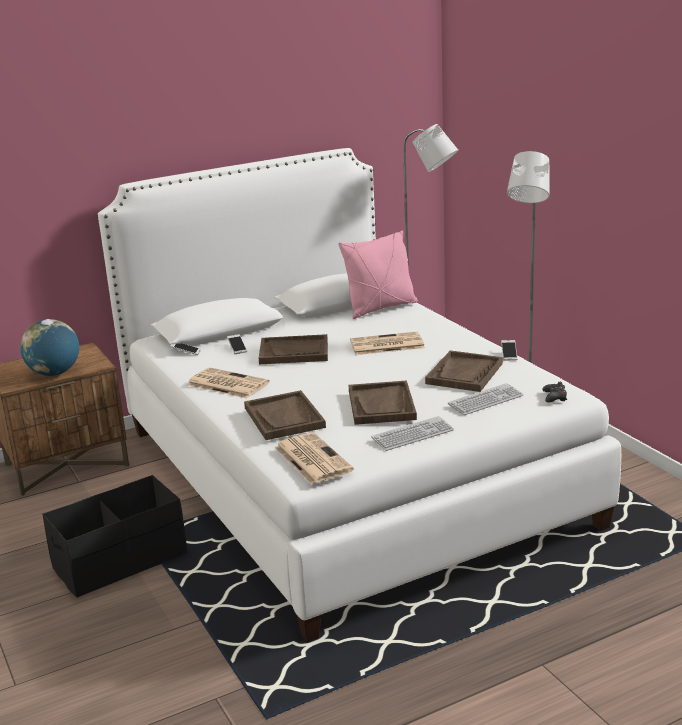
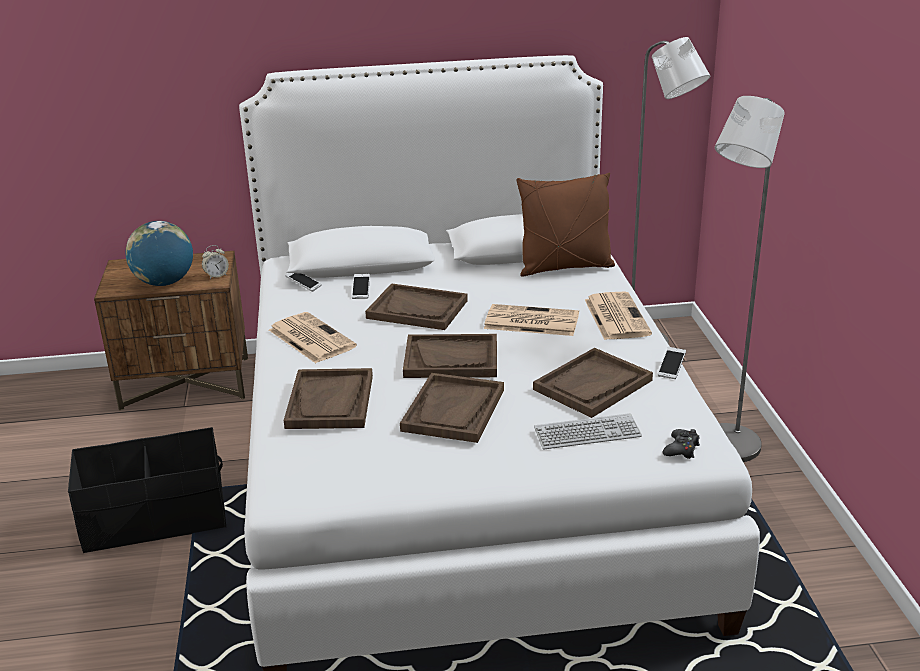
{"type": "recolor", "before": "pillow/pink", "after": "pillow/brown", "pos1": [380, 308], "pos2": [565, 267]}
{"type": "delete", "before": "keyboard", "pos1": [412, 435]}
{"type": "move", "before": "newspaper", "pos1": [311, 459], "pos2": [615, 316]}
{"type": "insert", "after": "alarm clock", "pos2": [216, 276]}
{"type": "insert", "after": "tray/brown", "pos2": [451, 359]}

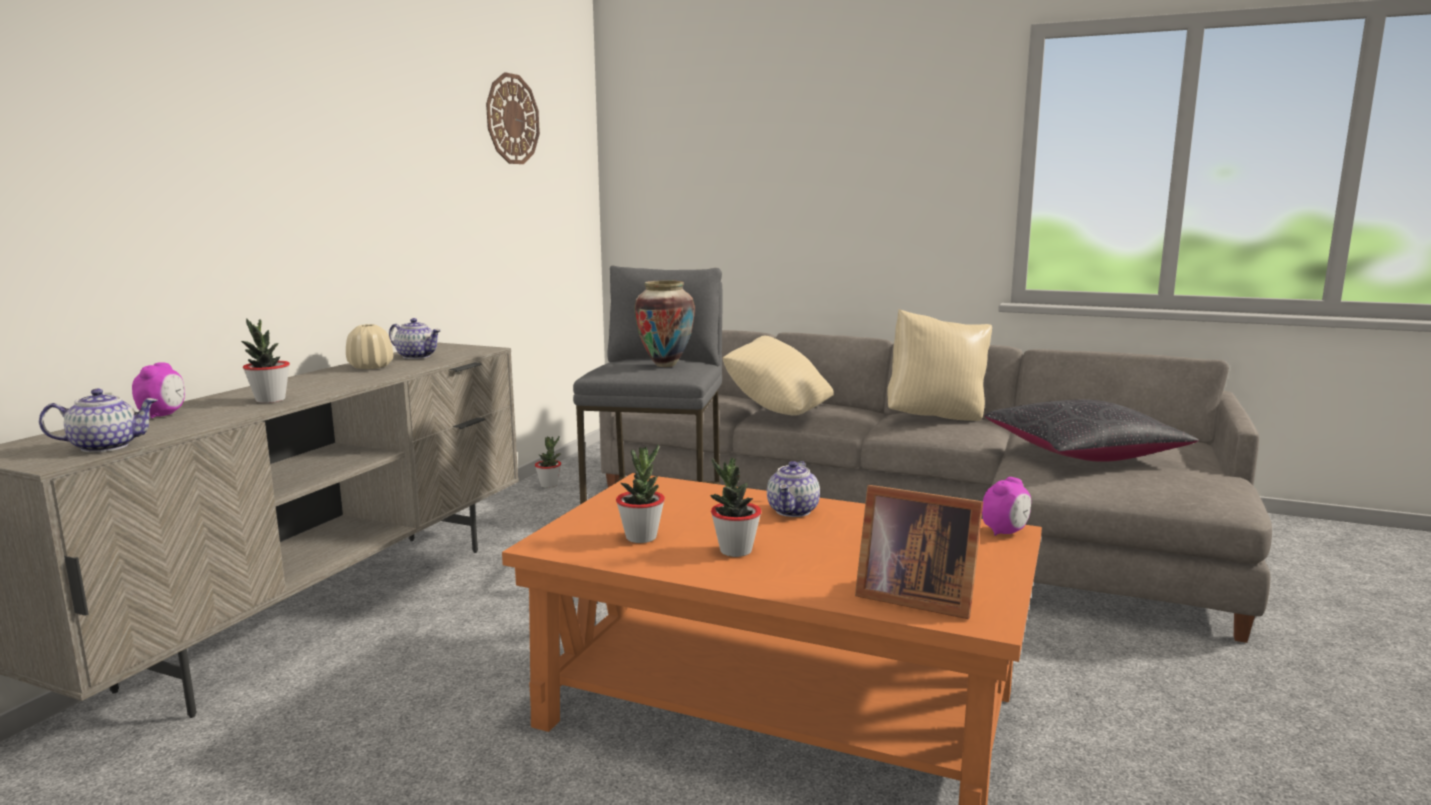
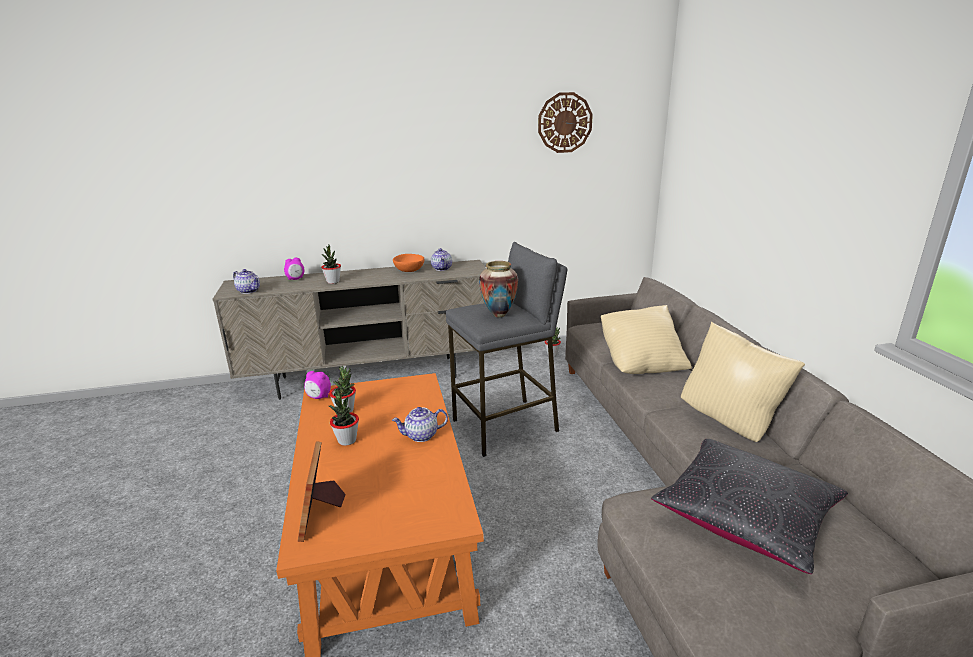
{"type": "replace", "before": "vase/beige", "after": "bowl/orange", "pos1": [371, 367], "pos2": [409, 271]}
{"type": "move", "before": "alarm clock", "pos1": [1005, 532], "pos2": [319, 397]}

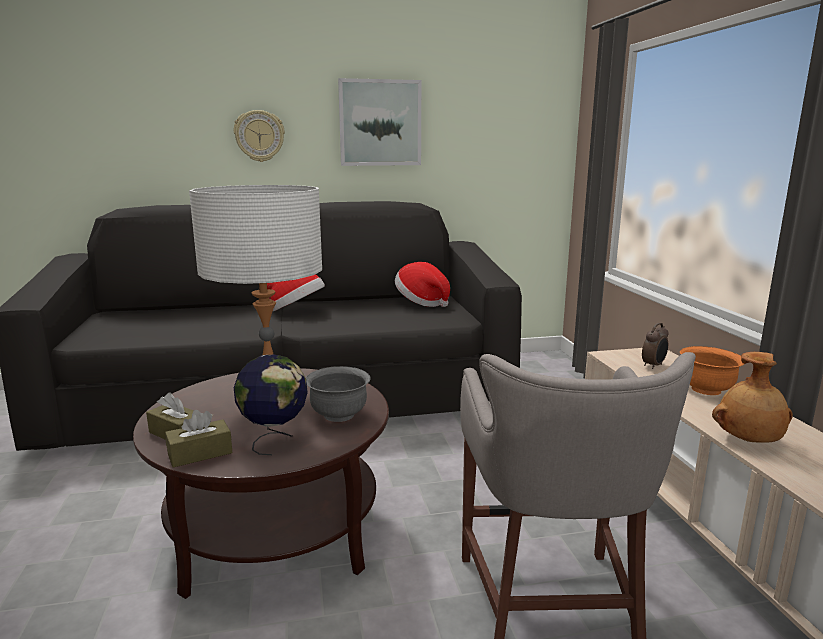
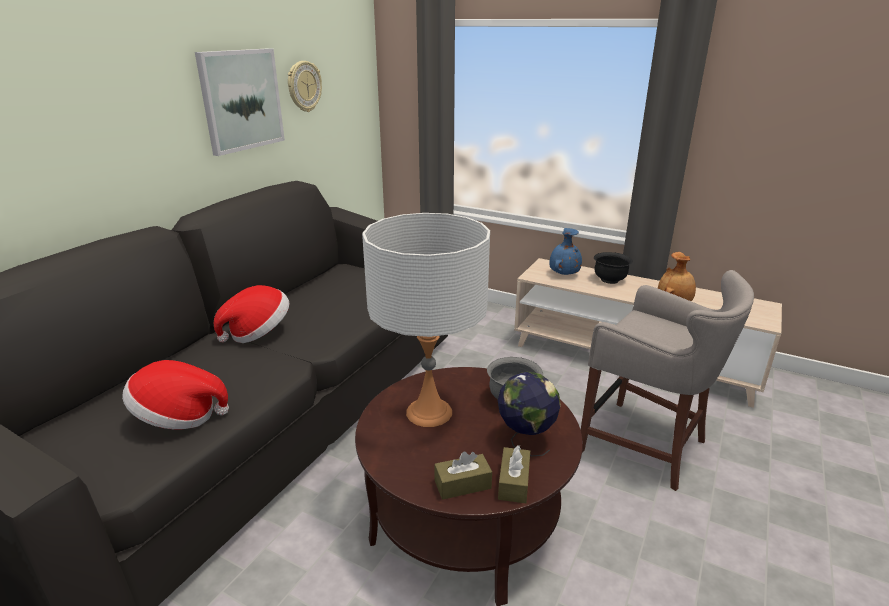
{"type": "move", "before": "wall clock", "pos1": [259, 136], "pos2": [304, 86]}
{"type": "move", "before": "hat", "pos1": [422, 302], "pos2": [178, 417]}
{"type": "replace", "before": "alarm clock", "after": "vase/blue", "pos1": [653, 366], "pos2": [563, 274]}
{"type": "recolor", "before": "bowl/orange", "after": "bowl/black", "pos1": [706, 390], "pos2": [610, 280]}

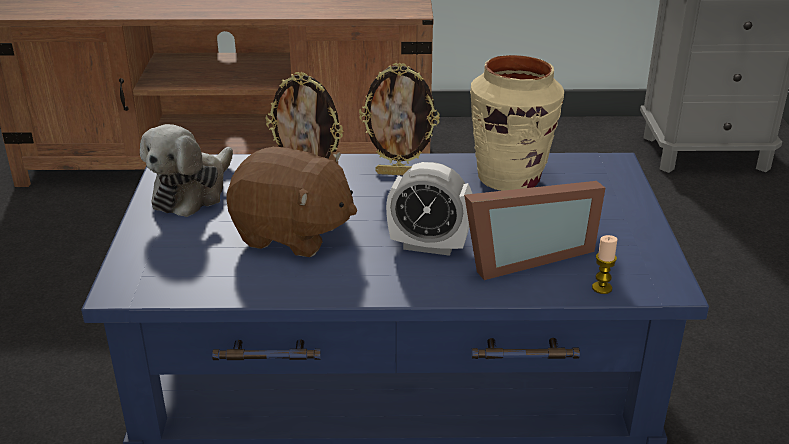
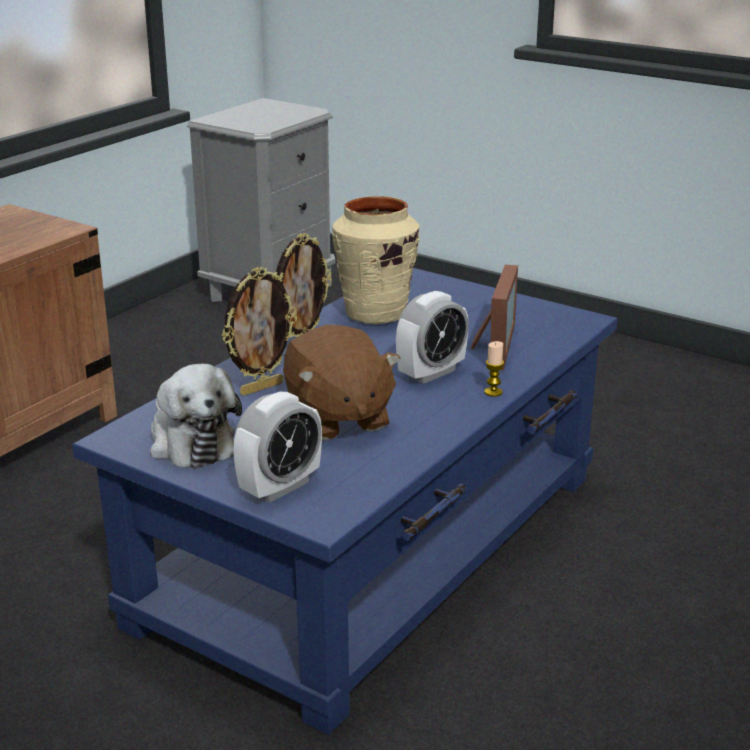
{"type": "rotate", "before": "plush toy/brown", "pos1": [292, 234], "pos2": [337, 418], "turn": 105}
{"type": "move", "before": "candle", "pos1": [602, 288], "pos2": [493, 392]}
{"type": "insert", "after": "alarm clock", "pos2": [280, 487]}

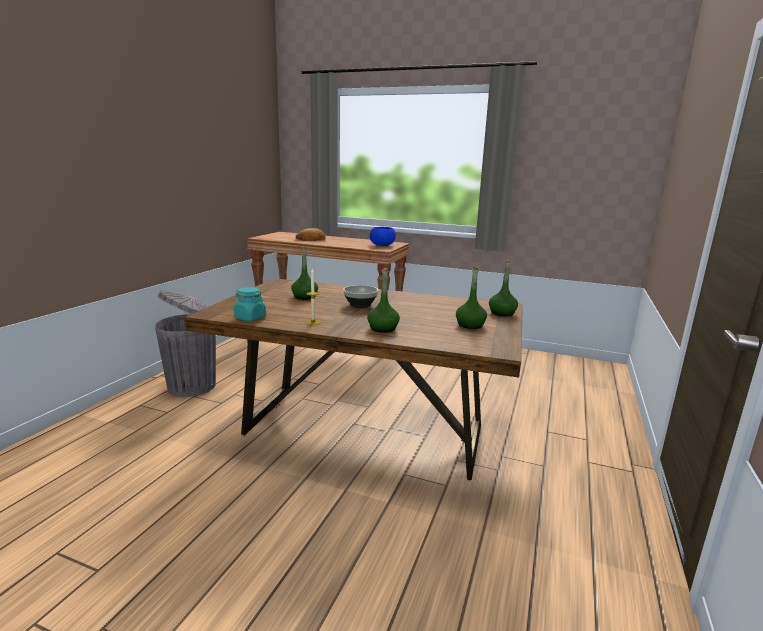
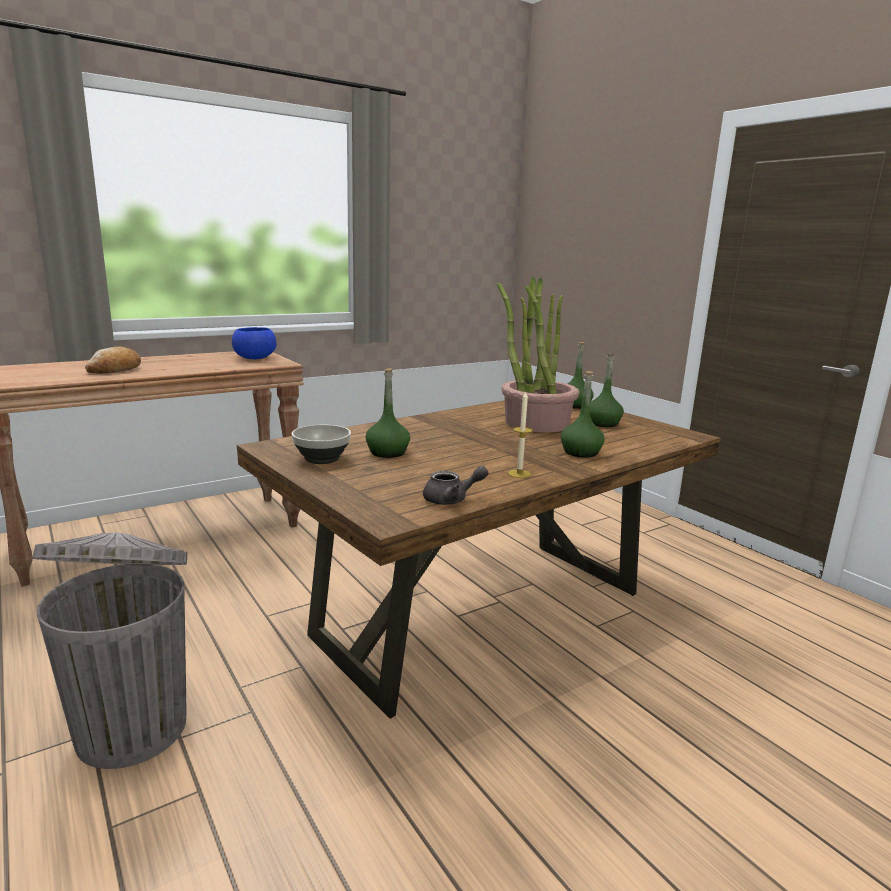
{"type": "move", "before": "bowl", "pos1": [360, 305], "pos2": [322, 459]}
{"type": "replace", "before": "jar/turquoise", "after": "teapot/grey", "pos1": [250, 318], "pos2": [451, 500]}
{"type": "insert", "after": "potted plant", "pos2": [536, 423]}

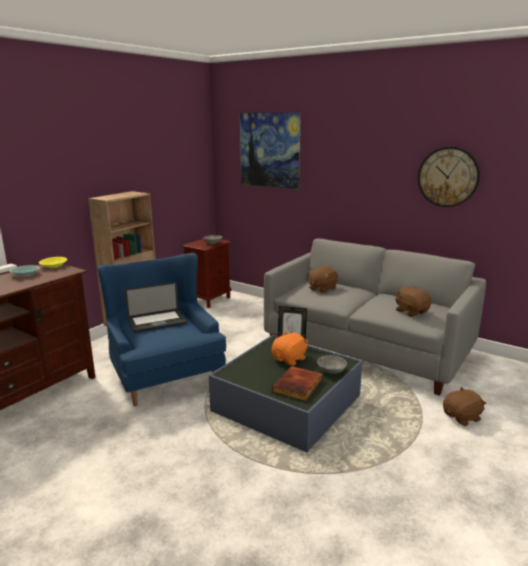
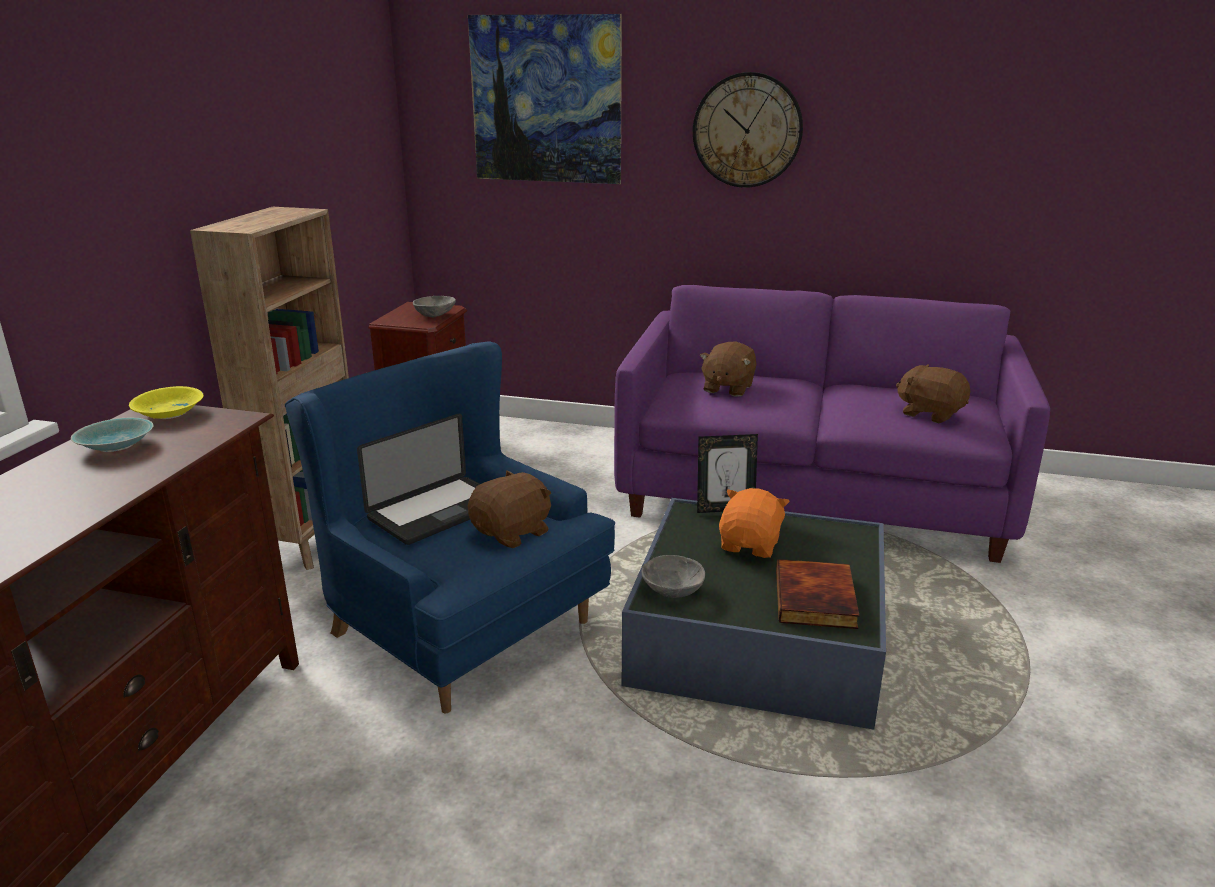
{"type": "move", "before": "wall clock", "pos1": [448, 177], "pos2": [747, 130]}
{"type": "recolor", "before": "sofa/grey", "after": "sofa/purple", "pos1": [367, 348], "pos2": [813, 493]}
{"type": "move", "before": "bowl/grey", "pos1": [331, 371], "pos2": [671, 591]}
{"type": "move", "before": "plush toy/brown", "pos1": [462, 417], "pos2": [513, 533]}

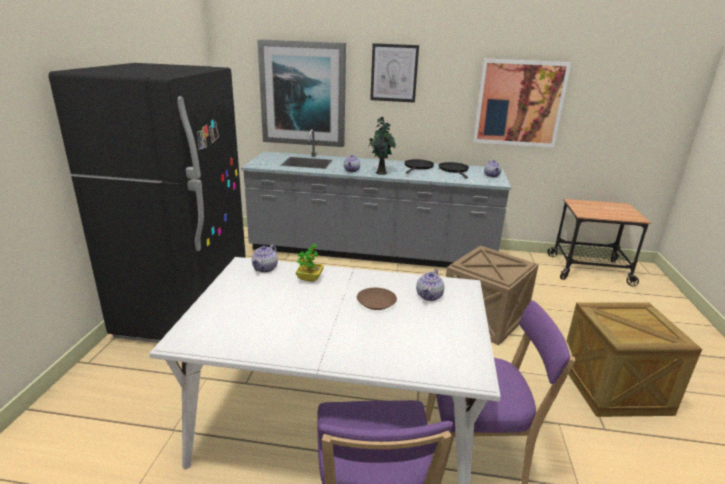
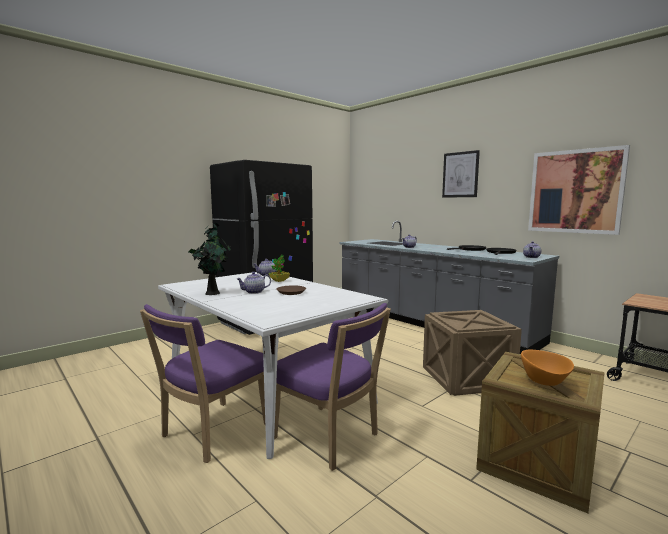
{"type": "delete", "before": "picture", "pos1": [303, 94]}
{"type": "move", "before": "potted plant", "pos1": [380, 172], "pos2": [213, 293]}
{"type": "move", "before": "teapot", "pos1": [429, 296], "pos2": [254, 292]}
{"type": "insert", "after": "bowl/orange", "pos2": [545, 383]}

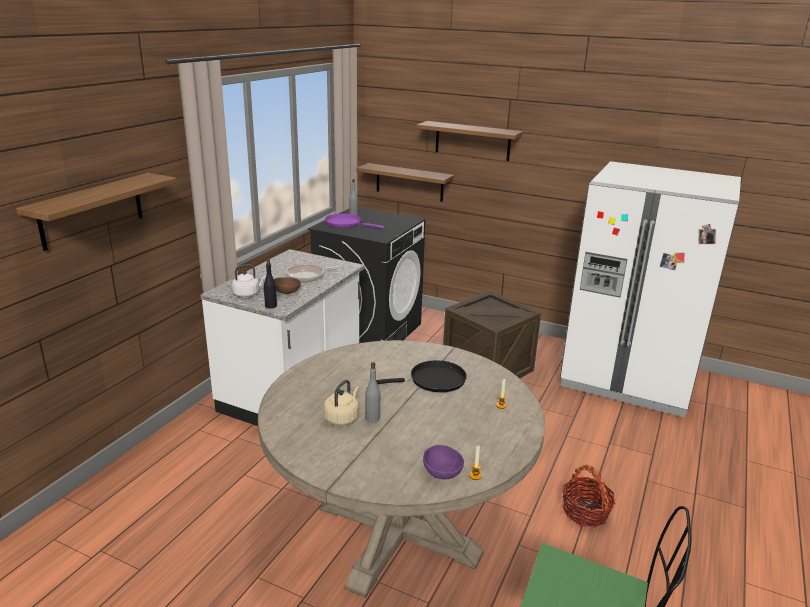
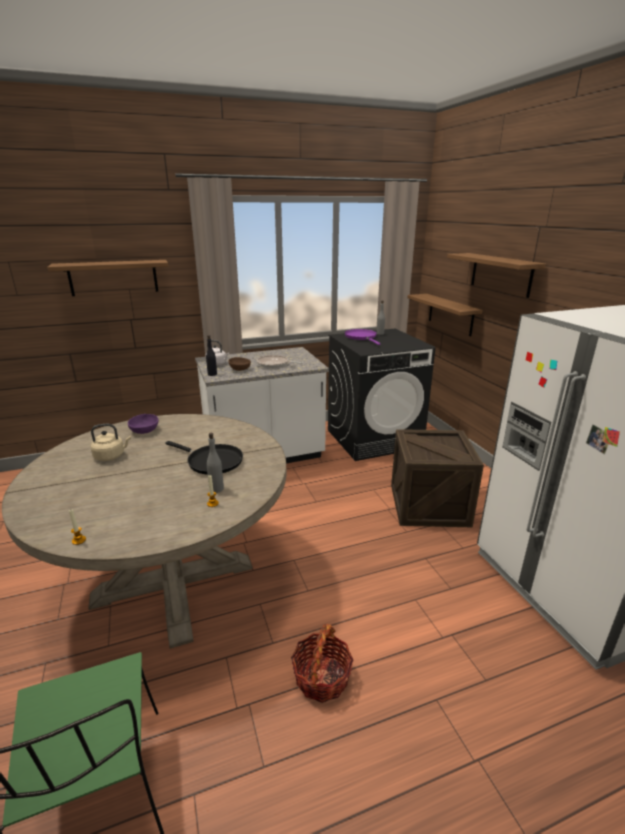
{"type": "move", "before": "bottle/grey", "pos1": [372, 418], "pos2": [216, 488]}
{"type": "move", "before": "bowl/purple", "pos1": [443, 472], "pos2": [145, 431]}

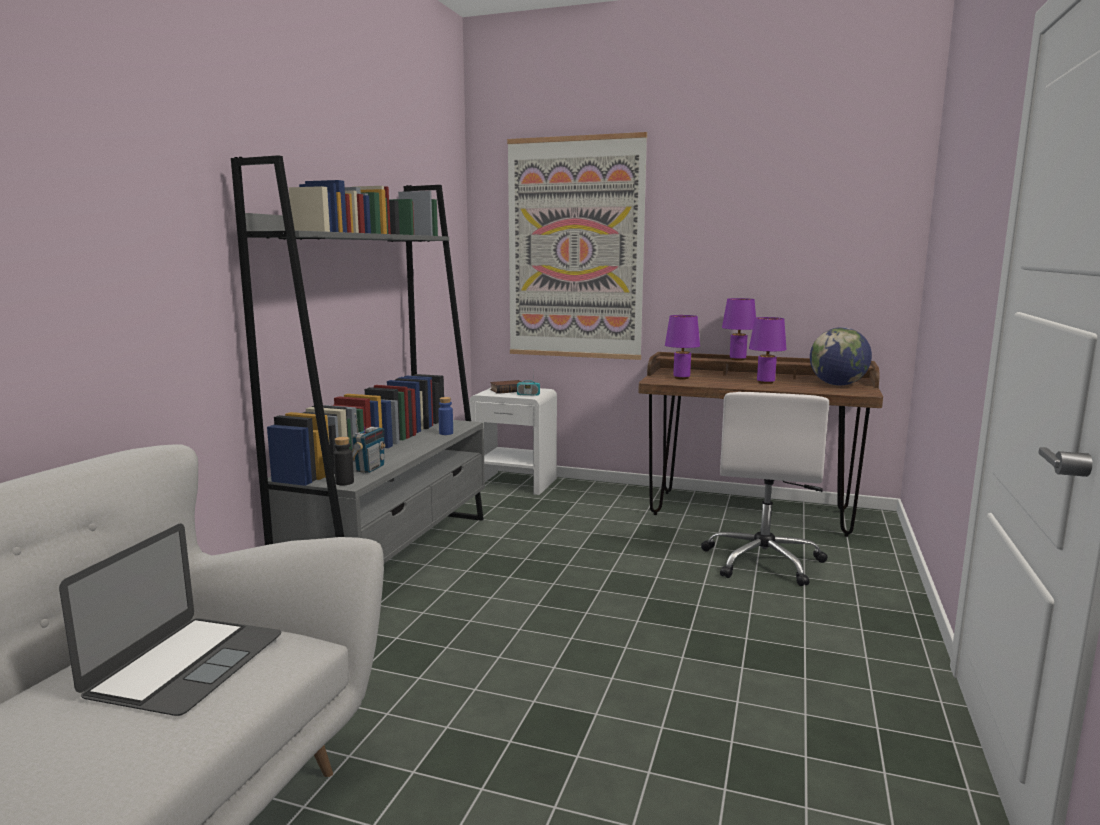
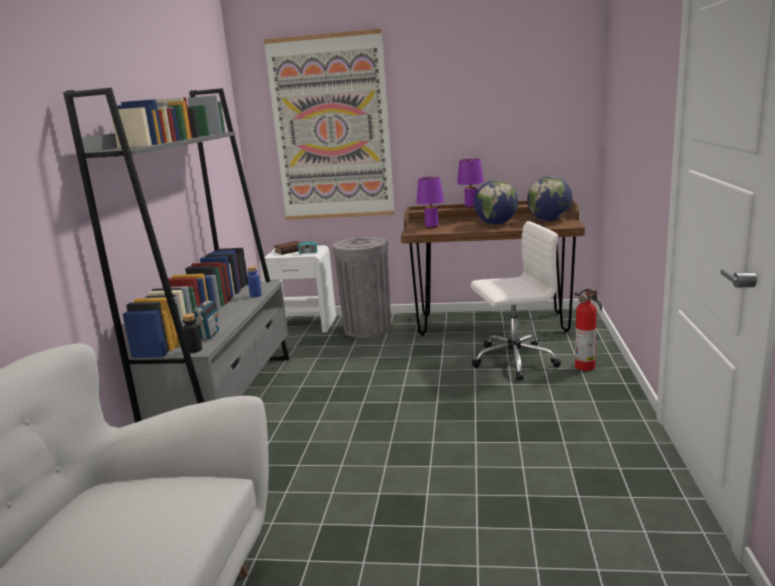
{"type": "replace", "before": "table lamp/purple", "after": "globe", "pos1": [765, 382], "pos2": [496, 224]}
{"type": "rotate", "before": "office chair/white", "pos1": [763, 561], "pos2": [512, 361], "turn": -105}
{"type": "delete", "before": "laptop", "pos1": [186, 664]}
{"type": "insert", "after": "trash can/grey", "pos2": [367, 329]}
{"type": "insert", "after": "fire extinguisher", "pos2": [586, 367]}

